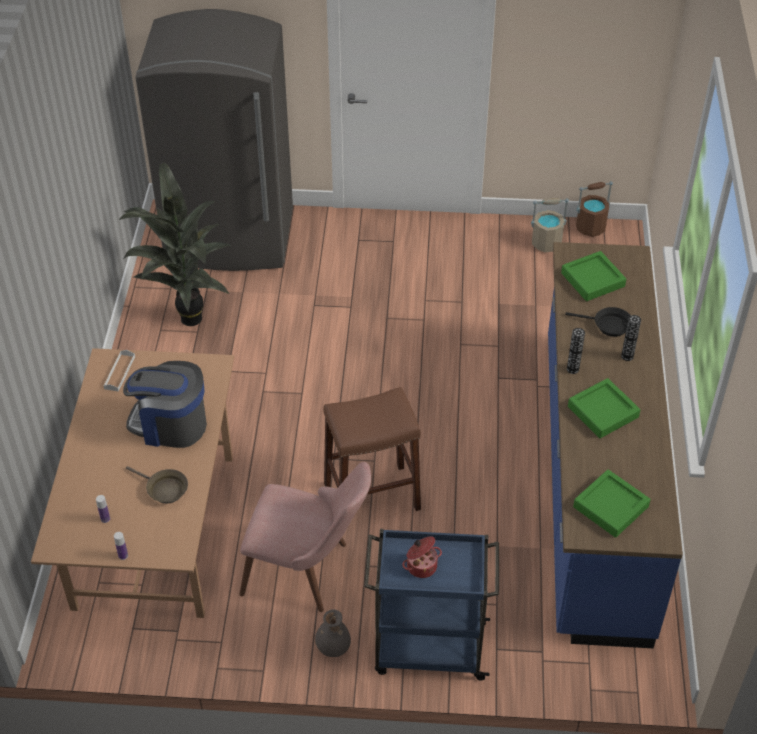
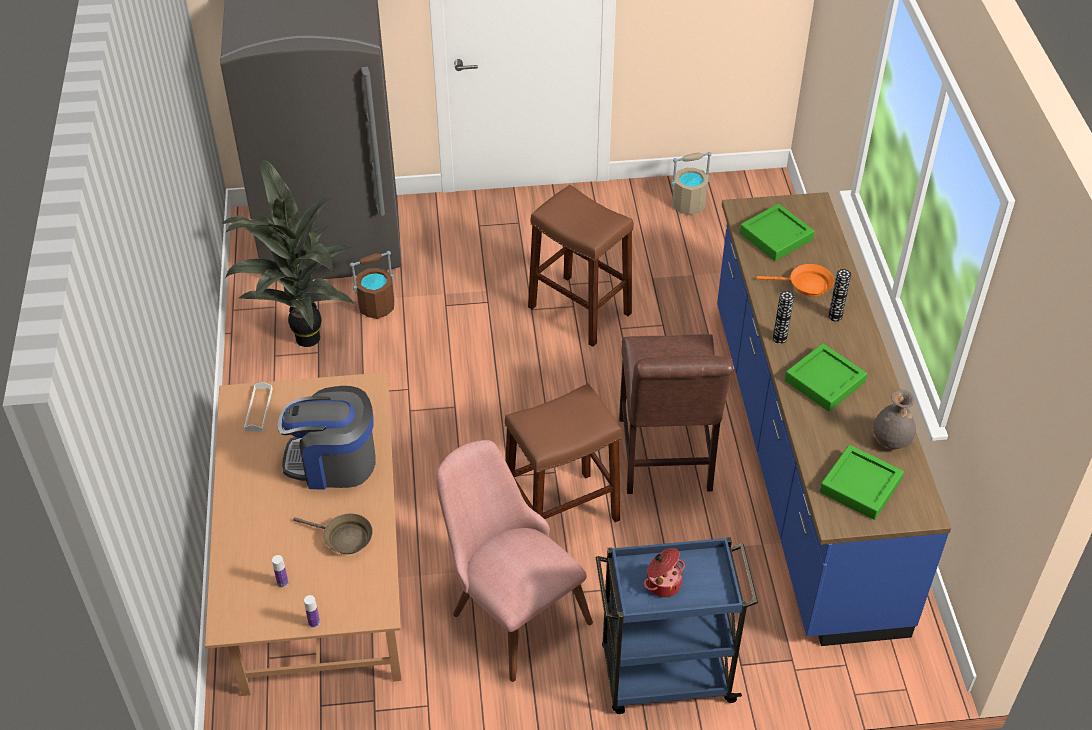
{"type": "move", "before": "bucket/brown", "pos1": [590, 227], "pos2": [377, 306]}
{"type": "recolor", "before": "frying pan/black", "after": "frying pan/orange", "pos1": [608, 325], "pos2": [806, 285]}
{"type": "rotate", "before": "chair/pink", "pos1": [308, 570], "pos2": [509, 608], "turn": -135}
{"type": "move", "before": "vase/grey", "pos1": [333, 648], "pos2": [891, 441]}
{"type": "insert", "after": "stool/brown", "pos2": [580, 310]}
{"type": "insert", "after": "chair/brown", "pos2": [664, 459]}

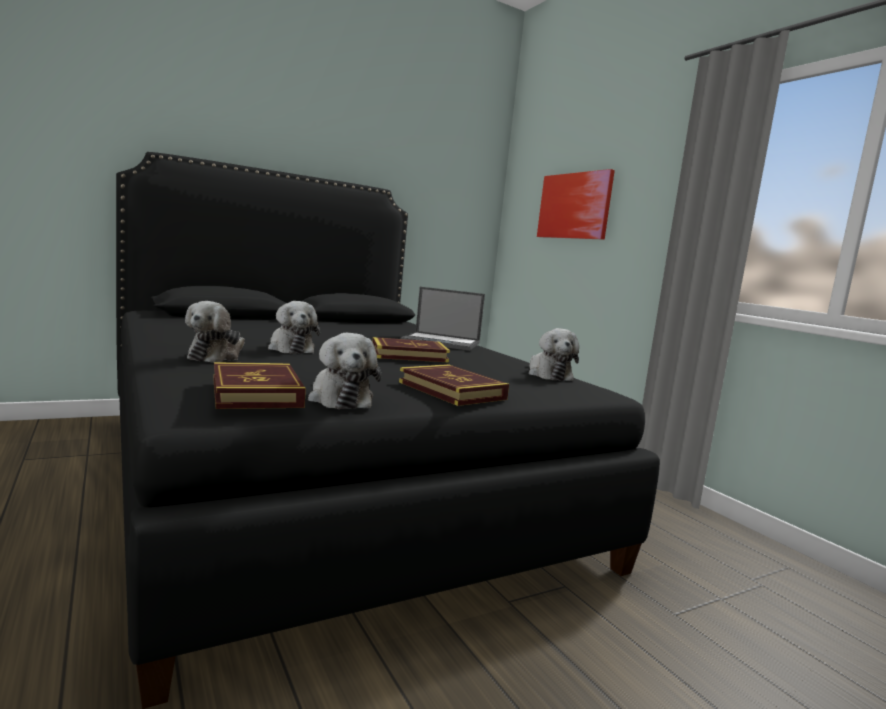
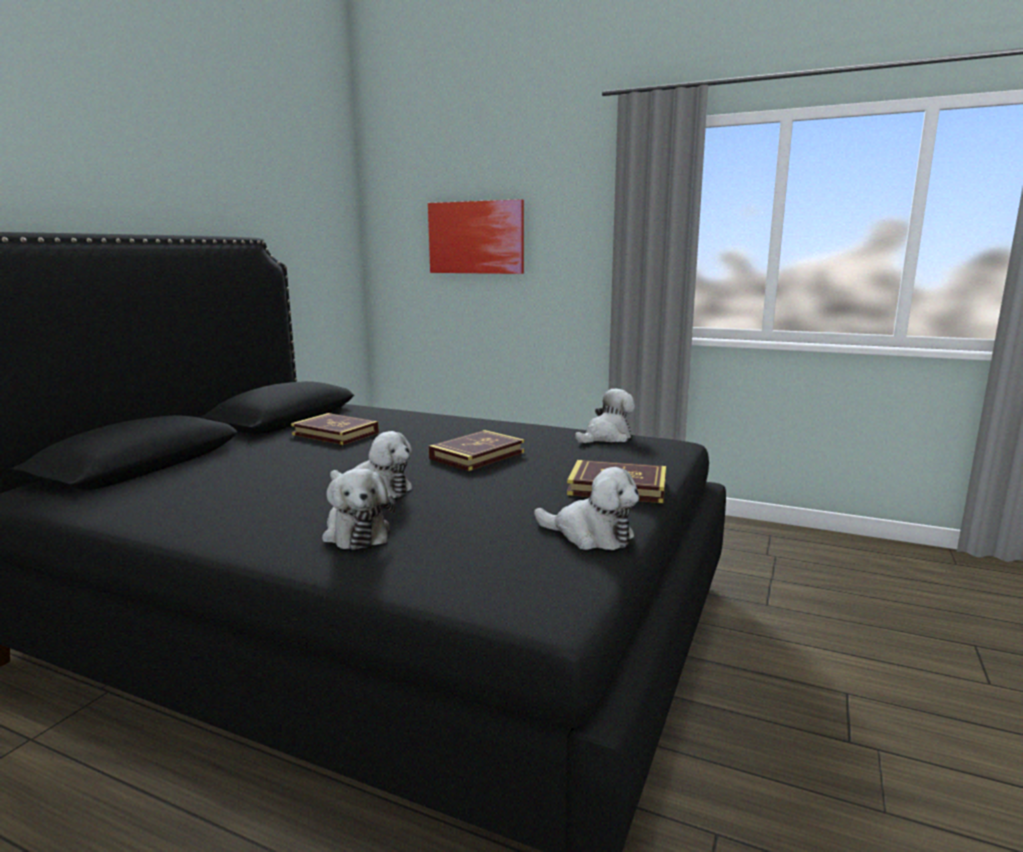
{"type": "delete", "before": "laptop", "pos1": [442, 342]}
{"type": "rotate", "before": "plush toy", "pos1": [548, 374], "pos2": [606, 437], "turn": -75}
{"type": "move", "before": "book", "pos1": [256, 392], "pos2": [335, 433]}

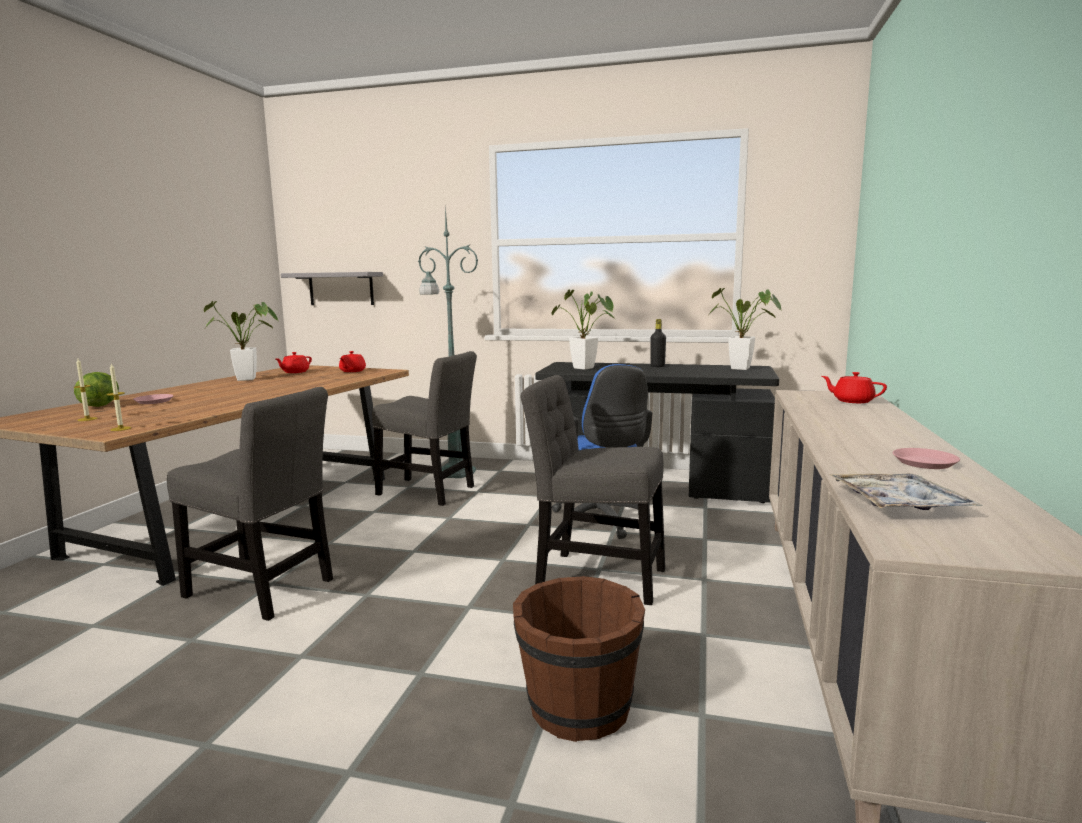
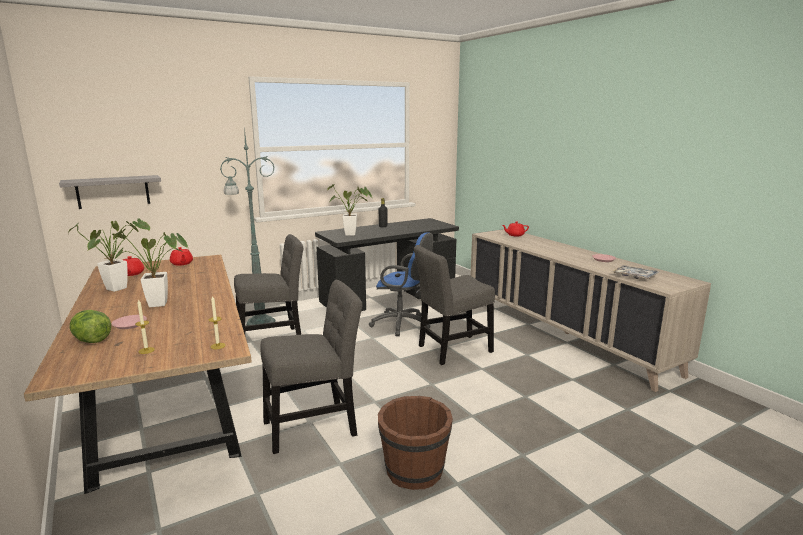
{"type": "move", "before": "potted plant", "pos1": [745, 369], "pos2": [163, 304]}
{"type": "move", "before": "bucket/brown", "pos1": [578, 709], "pos2": [414, 471]}

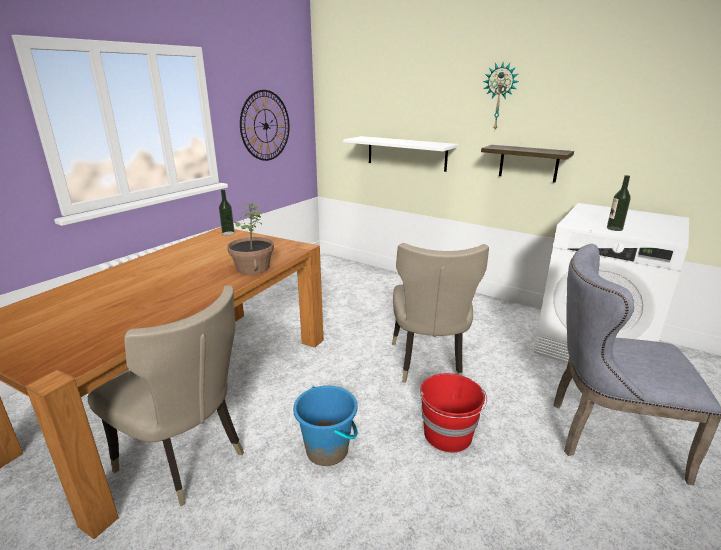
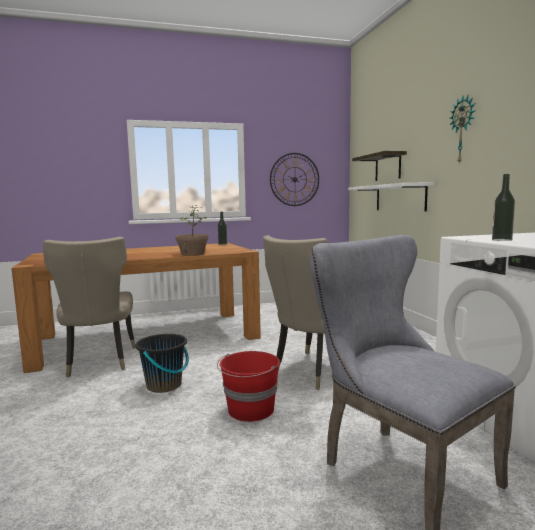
{"type": "move", "before": "shelf", "pos1": [528, 163], "pos2": [388, 167]}
{"type": "recolor", "before": "bucket/blue", "after": "bucket/black", "pos1": [327, 450], "pos2": [164, 385]}

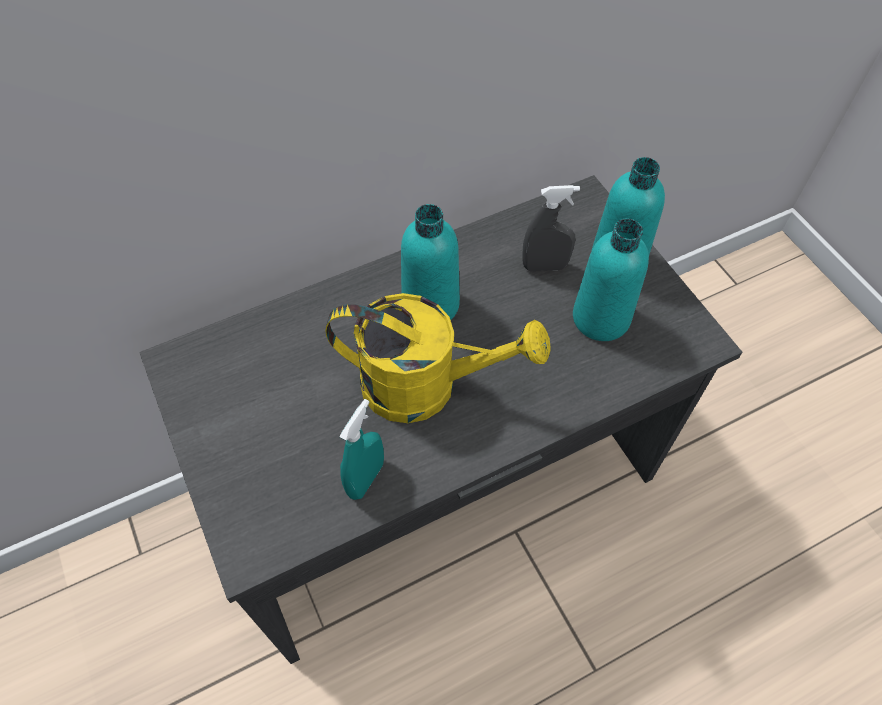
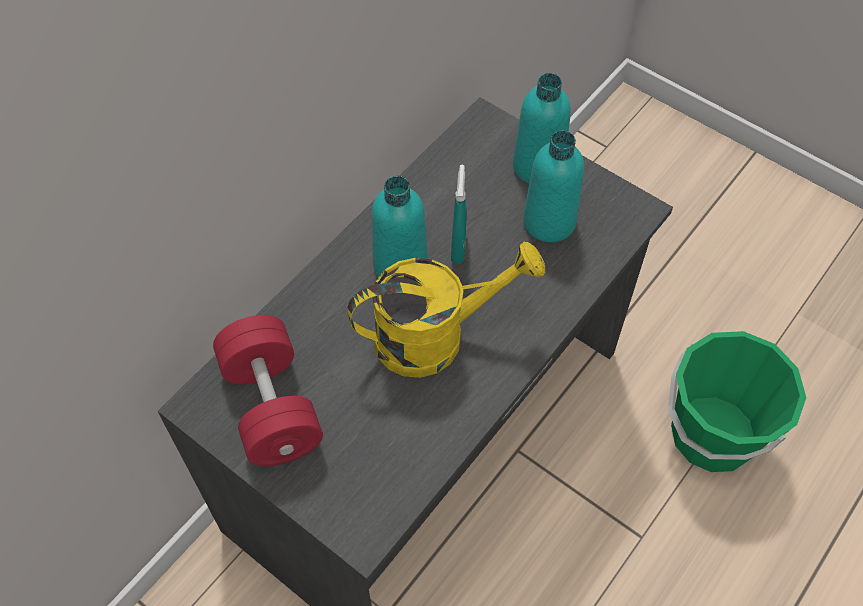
{"type": "delete", "before": "spray bottle/grey", "pos1": [544, 266]}
{"type": "move", "before": "spray bottle/turquoise", "pos1": [366, 479], "pos2": [458, 248]}
{"type": "insert", "after": "dumbbell/red", "pos2": [271, 406]}
{"type": "insert", "after": "bucket/green", "pos2": [712, 434]}

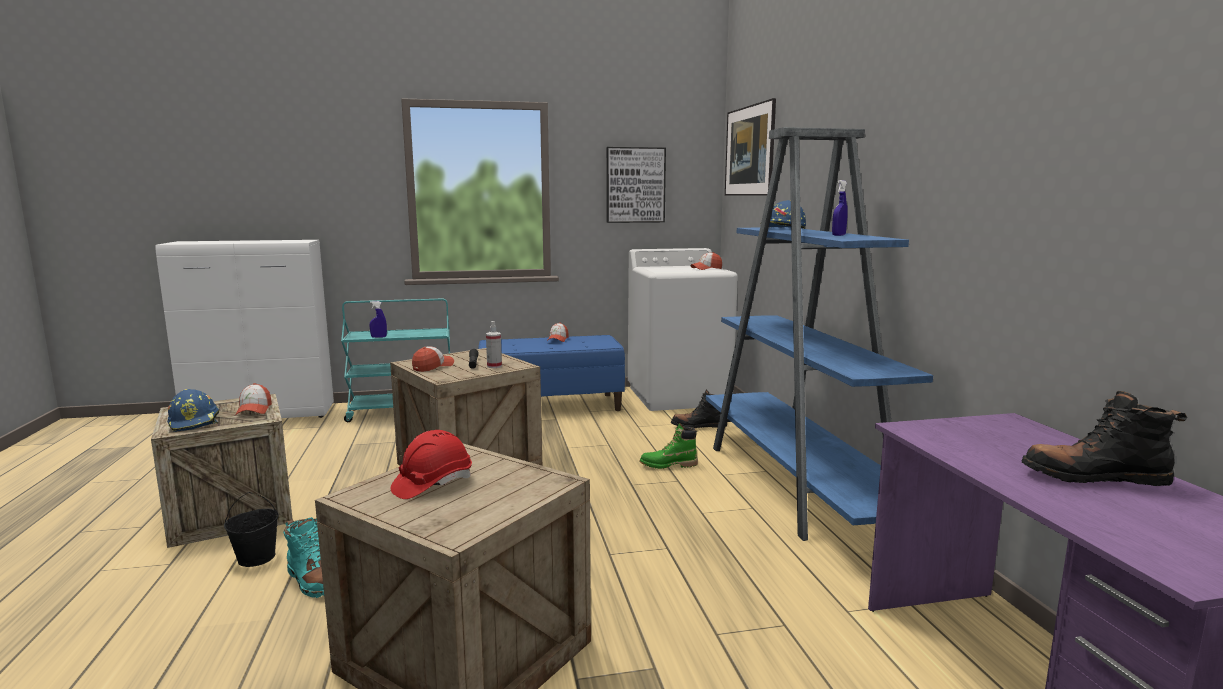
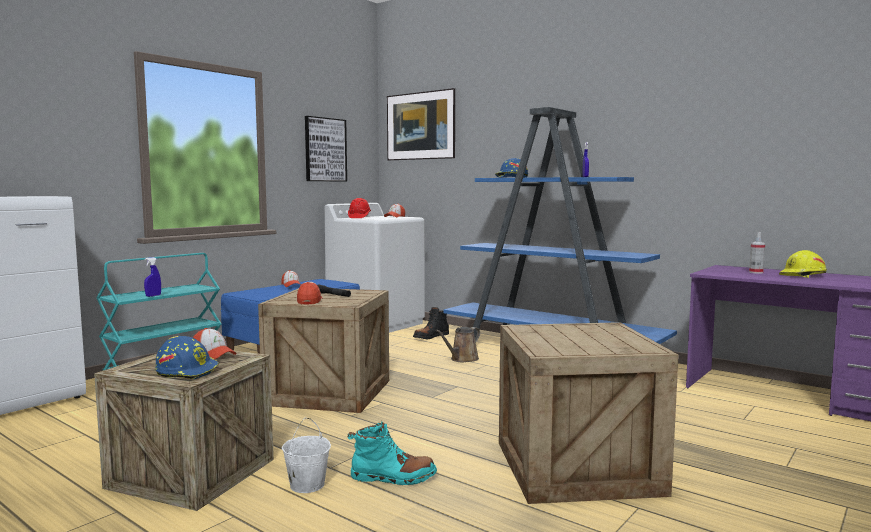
{"type": "move", "before": "spray bottle", "pos1": [494, 366], "pos2": [756, 272]}
{"type": "replace", "before": "boot/black", "after": "hard hat/yellow", "pos1": [1094, 478], "pos2": [803, 275]}
{"type": "replace", "before": "boot/green", "after": "watering can/brown", "pos1": [668, 465], "pos2": [462, 359]}
{"type": "move", "before": "hard hat/red", "pos1": [432, 484], "pos2": [359, 217]}
{"type": "recolor", "before": "bucket/black", "after": "bucket/white", "pos1": [257, 557], "pos2": [306, 485]}

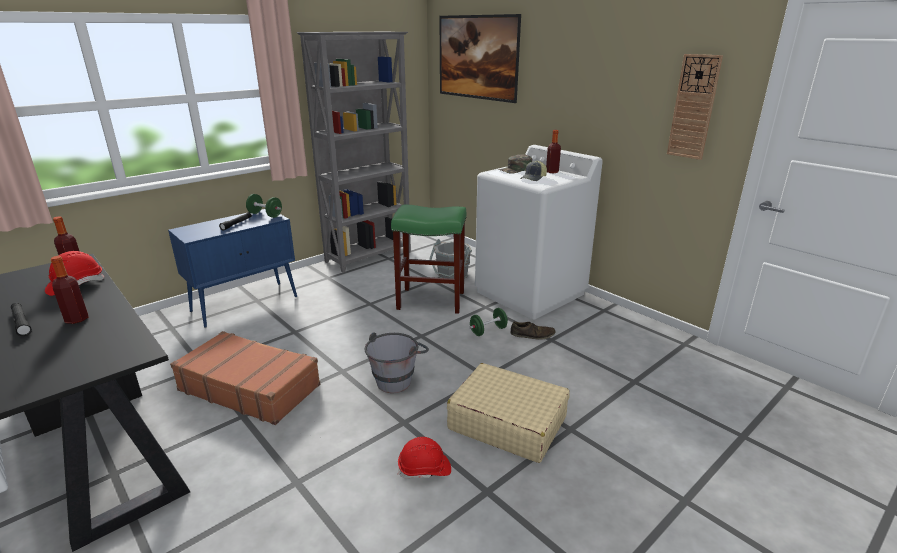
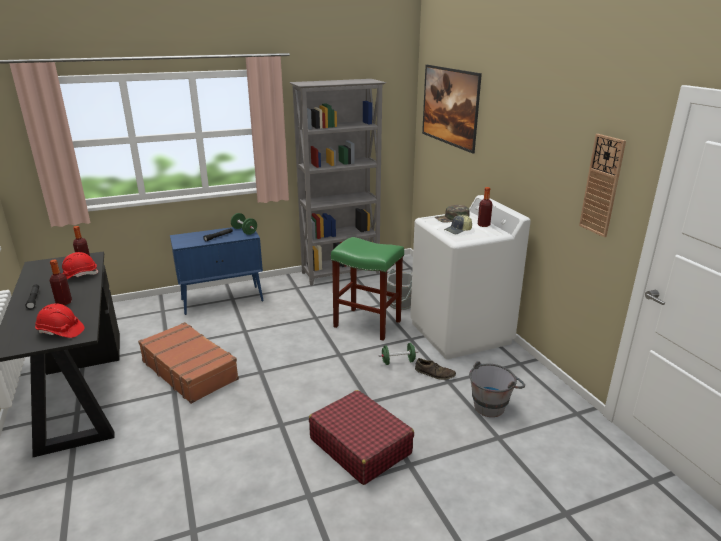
{"type": "move", "before": "bucket/grey", "pos1": [397, 378], "pos2": [493, 404]}
{"type": "recolor", "before": "suitcase/beige", "after": "suitcase/red", "pos1": [507, 423], "pos2": [360, 446]}
{"type": "move", "before": "hard hat/red", "pos1": [424, 469], "pos2": [60, 331]}

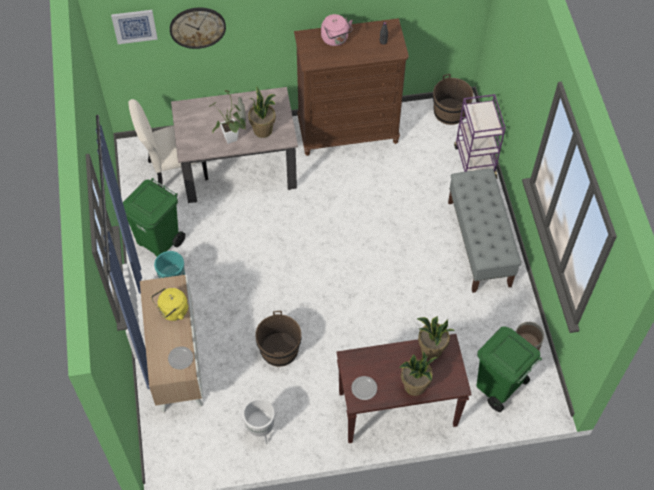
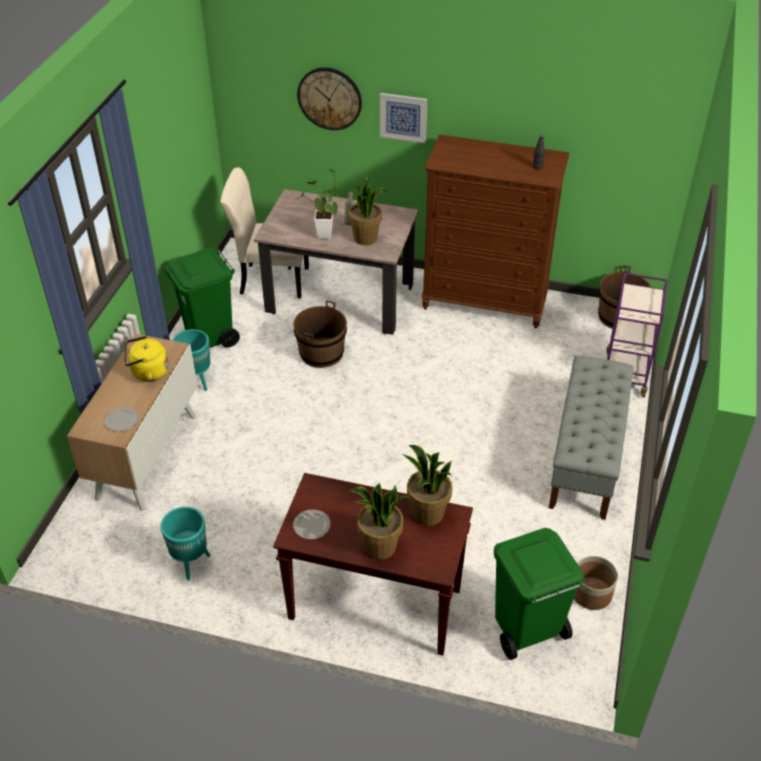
{"type": "move", "before": "picture", "pos1": [134, 26], "pos2": [403, 117]}
{"type": "delete", "before": "kettle/pink", "pos1": [335, 39]}
{"type": "move", "before": "bucket/brown", "pos1": [279, 350], "pos2": [321, 353]}
{"type": "recolor", "before": "planter/white", "after": "planter/turquoise", "pos1": [260, 431], "pos2": [191, 563]}

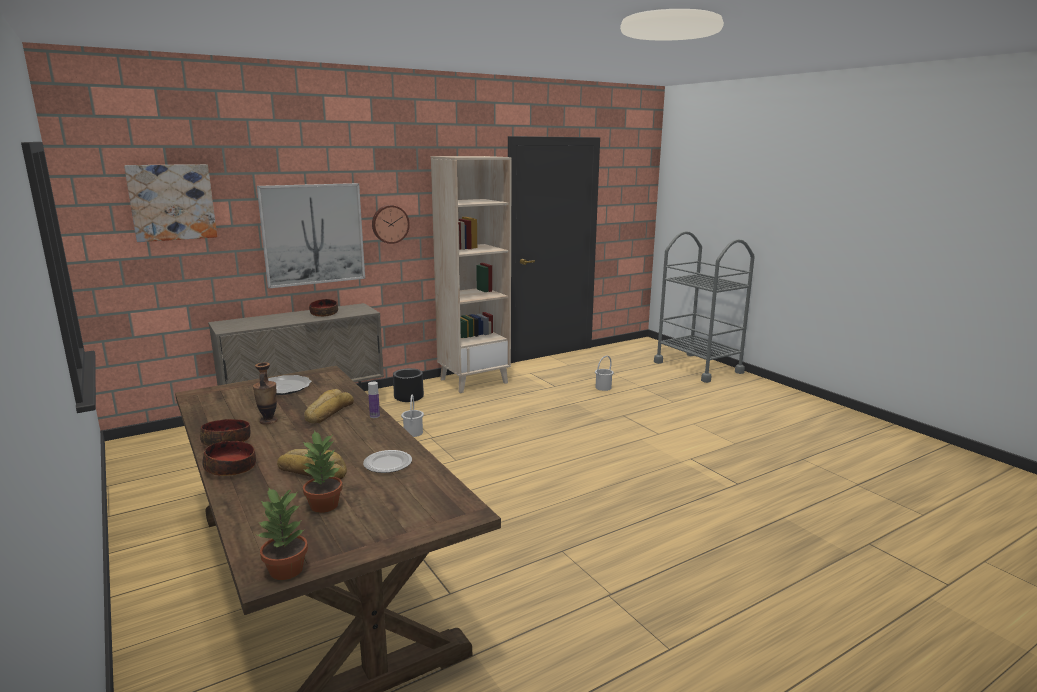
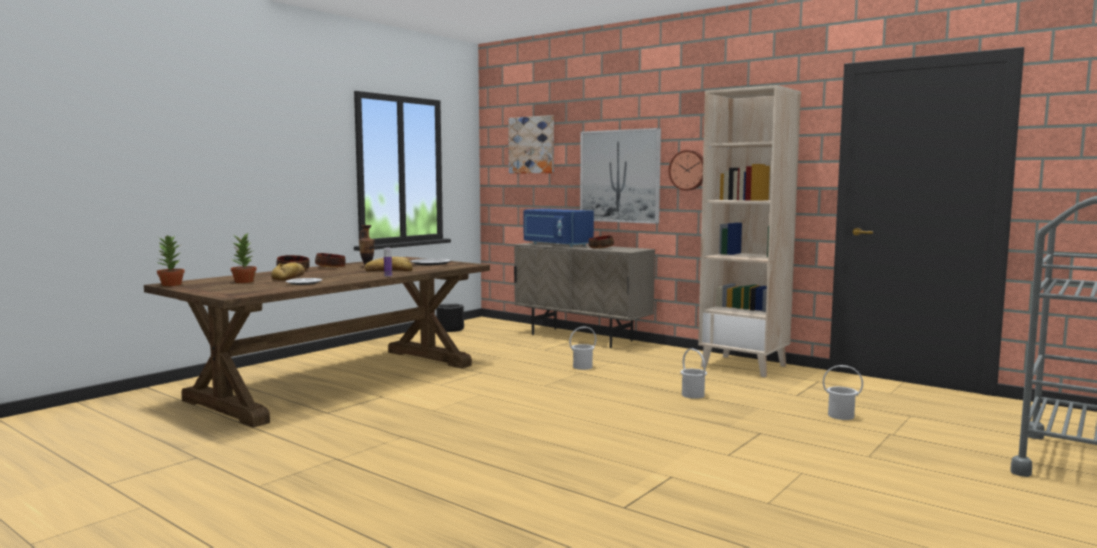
{"type": "move", "before": "planter/black", "pos1": [409, 397], "pos2": [450, 329]}
{"type": "insert", "after": "microwave/blue", "pos2": [556, 244]}
{"type": "insert", "after": "bucket/white", "pos2": [692, 395]}

